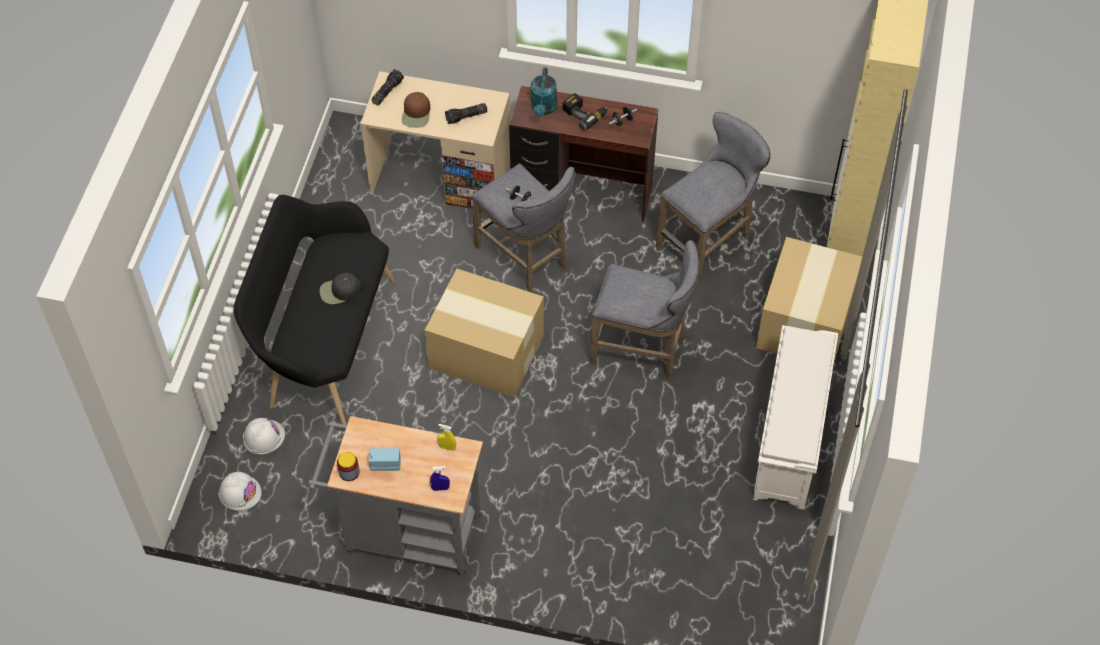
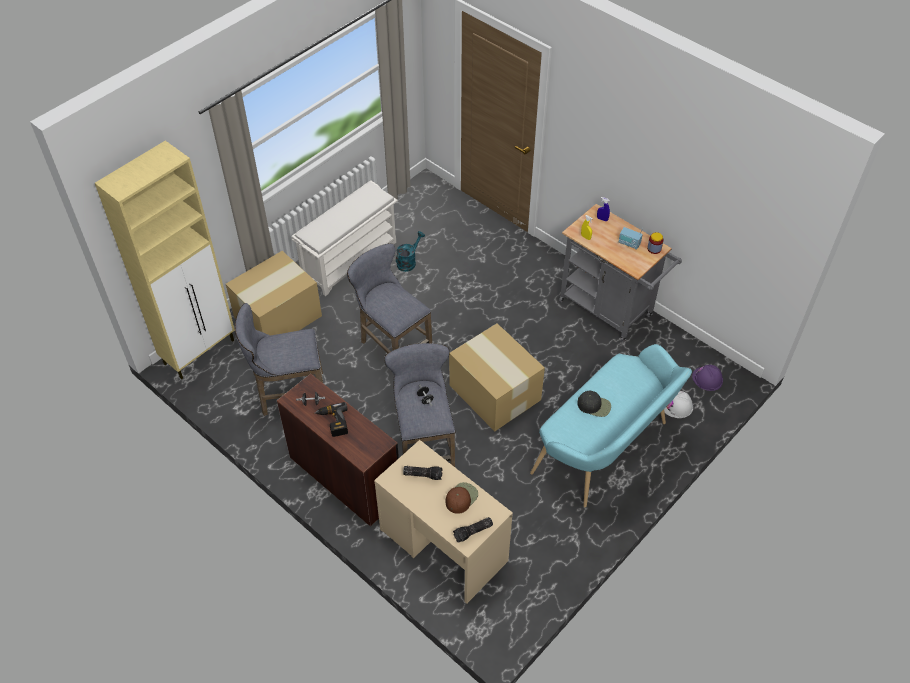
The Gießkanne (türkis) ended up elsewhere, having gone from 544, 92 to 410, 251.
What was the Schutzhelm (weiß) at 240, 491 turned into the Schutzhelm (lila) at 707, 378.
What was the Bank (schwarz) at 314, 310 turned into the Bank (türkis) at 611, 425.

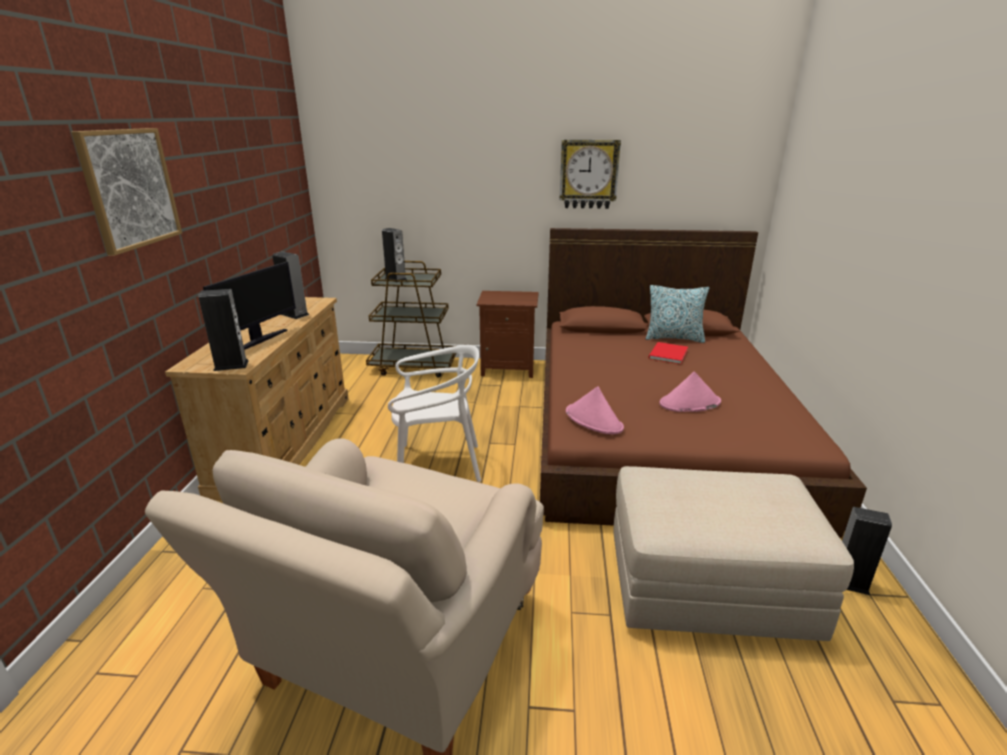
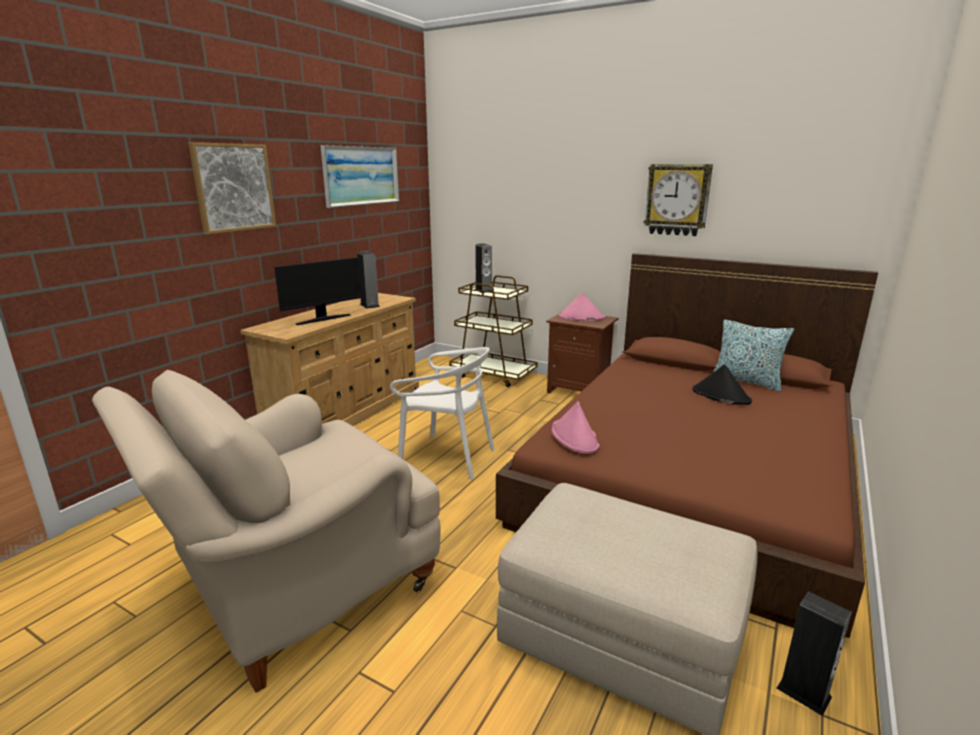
The second view lost the Lautsprecher at 223, 330.
The second view gained the Bild at 359, 176.
The Hut (rosa) ended up elsewhere, having gone from 690, 391 to 582, 306.
Where the Buch (rot) stood at 668, 353, the Hut (schwarz) came to stand at 722, 384.

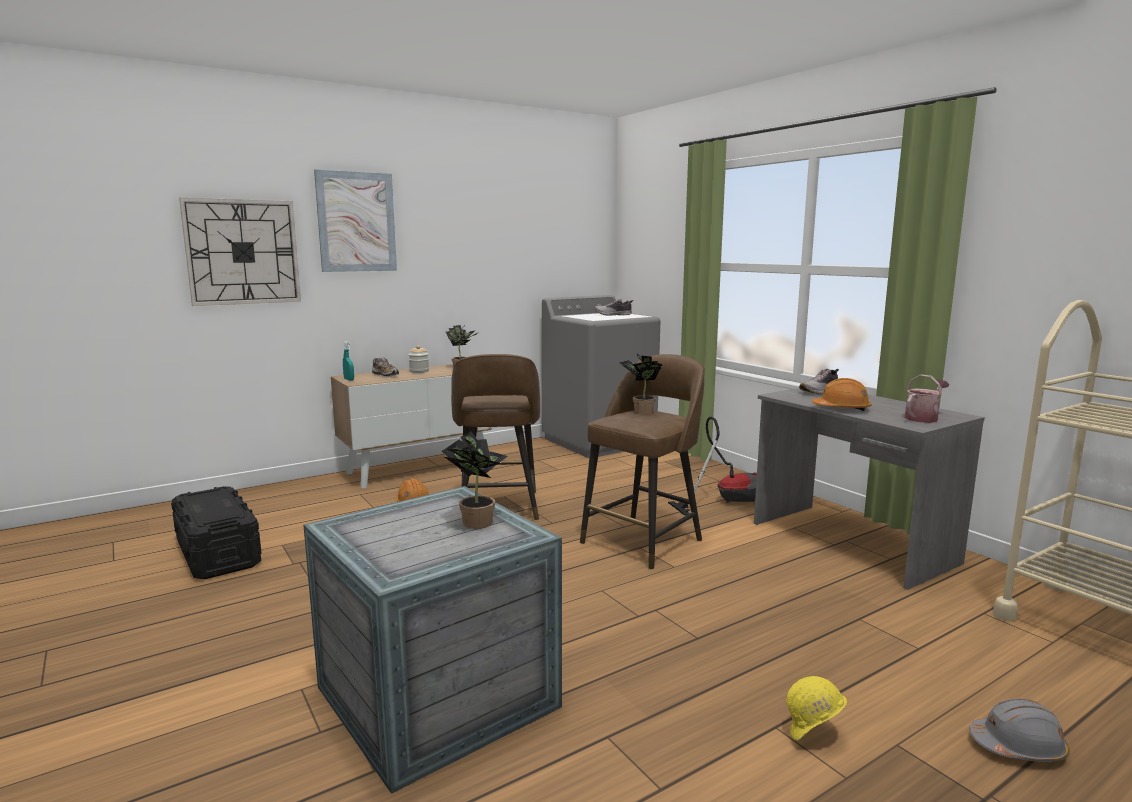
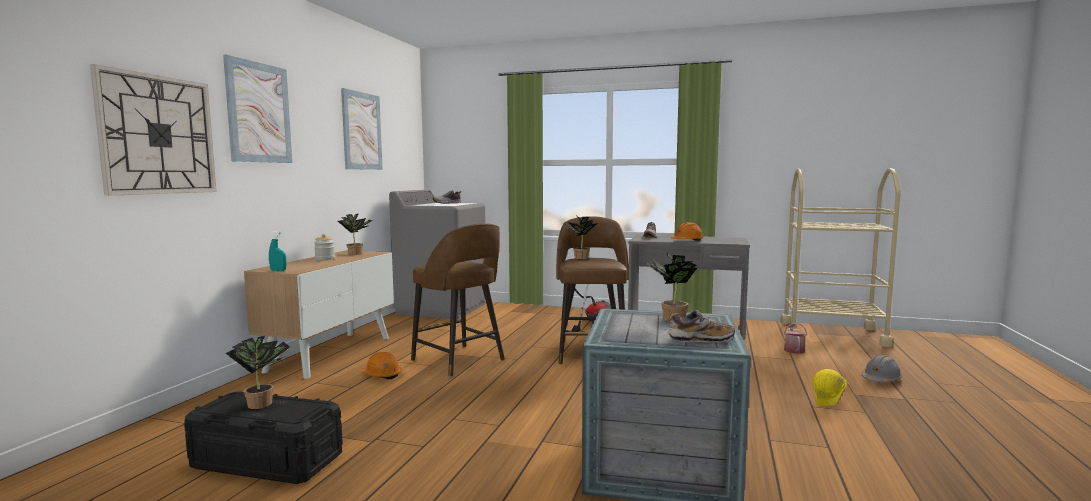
The second view gained the Topfpflanze at 258, 372.
The second view gained the Bild at 362, 129.
The Schuh ended up elsewhere, having gone from 385, 367 to 701, 326.
The Gießkanne ended up elsewhere, having gone from 926, 398 to 795, 338.

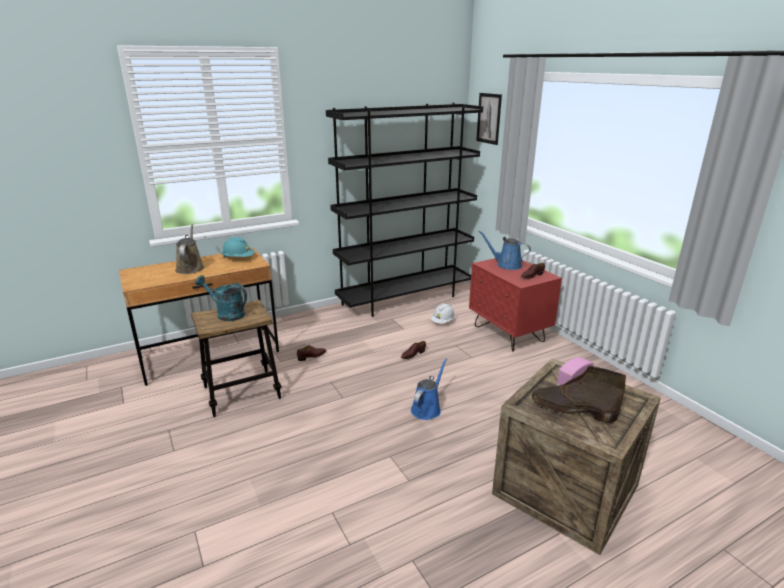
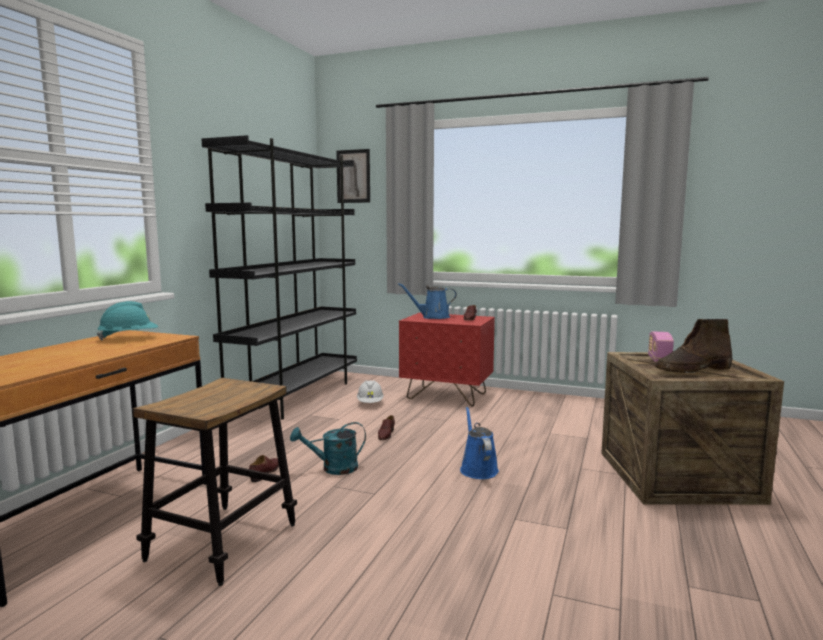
The second view lost the Gießkanne (braun) at 190, 249.
The Gießkanne (türkis) ended up elsewhere, having gone from 221, 298 to 328, 448.

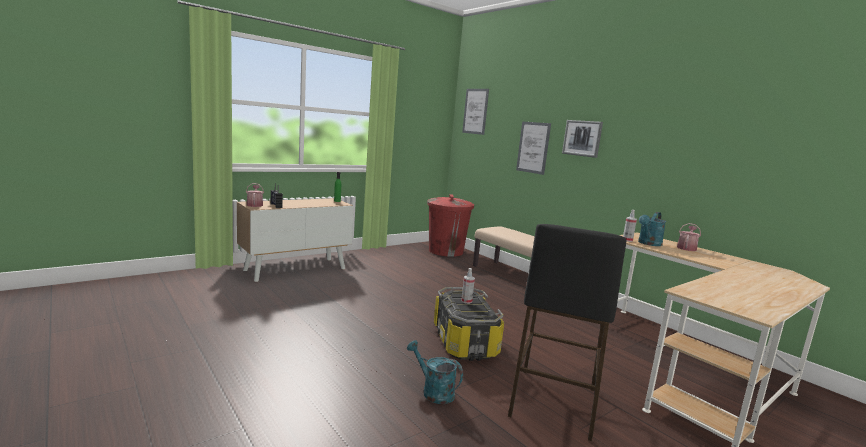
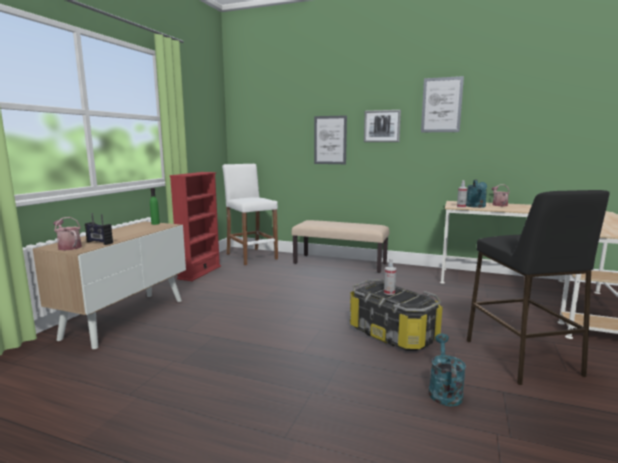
The second view gained the Bücherregal (rot) at 195, 226.
The Bild ended up elsewhere, having gone from 475, 112 to 442, 104.
Where the Mülleimer (rot) stood at 450, 225, the Hocker (weiß) came to stand at 250, 214.
The Gießkanne (türkis) at 435, 372 ended up facing another way, 90 degrees clockwise from before.

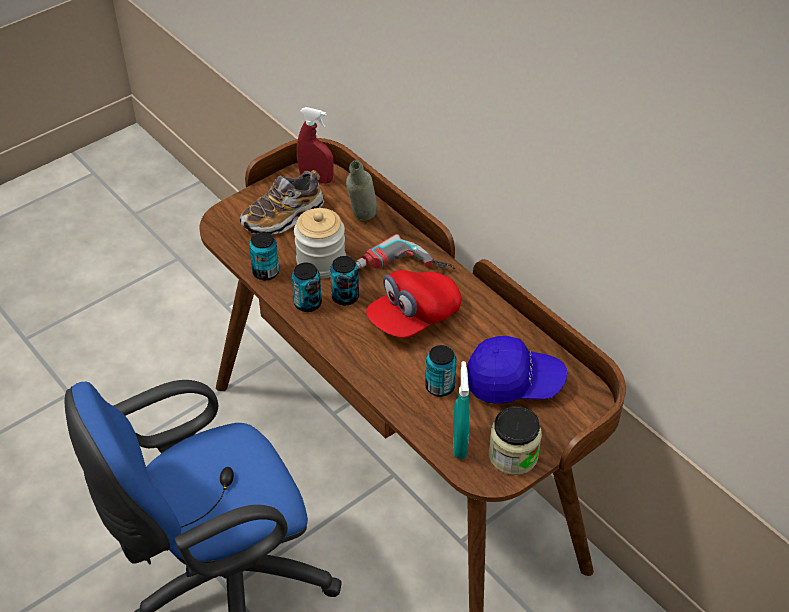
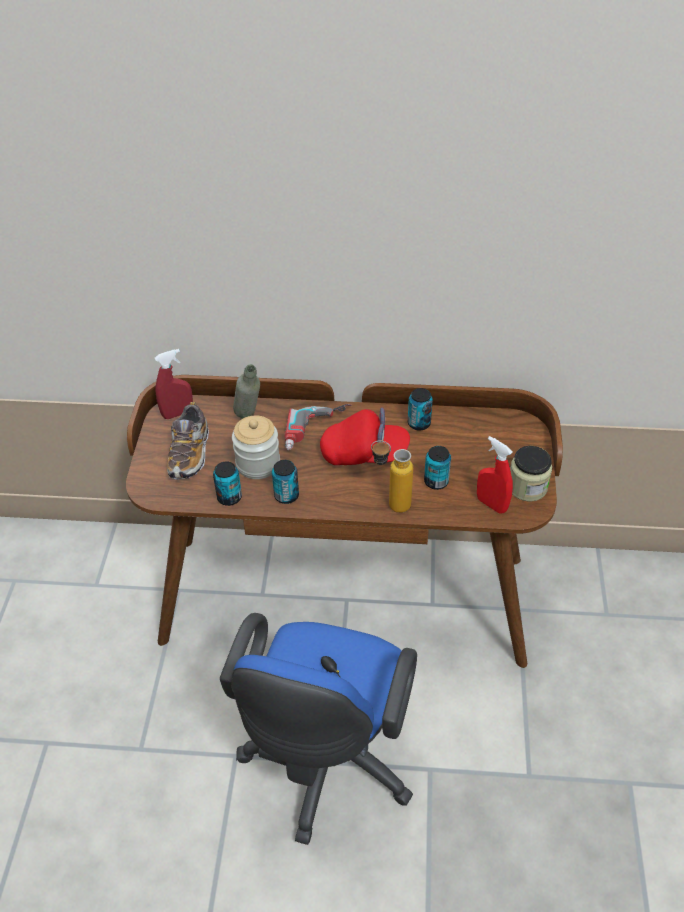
The second view lost the Kappe (blau) at 517, 370.
The second view gained the Flasche at 392, 476.
The Dose ended up elsewhere, having gone from 344, 280 to 420, 409.
What was the Sprühflasche (türkis) at 461, 410 turned into the Sprühflasche (rot) at 495, 475.
The Kappe (rot) at 413, 304 ended up facing another way, 90 degrees counterclockwise from before.

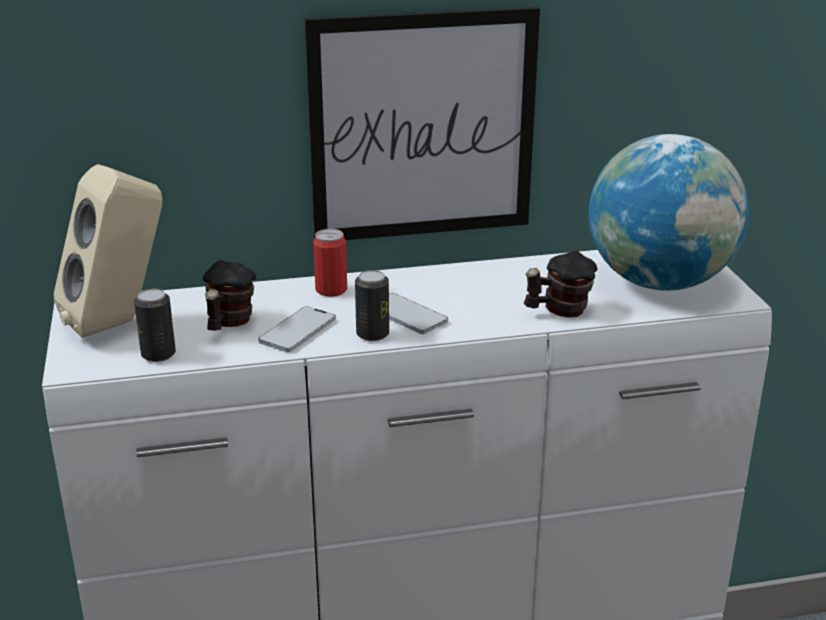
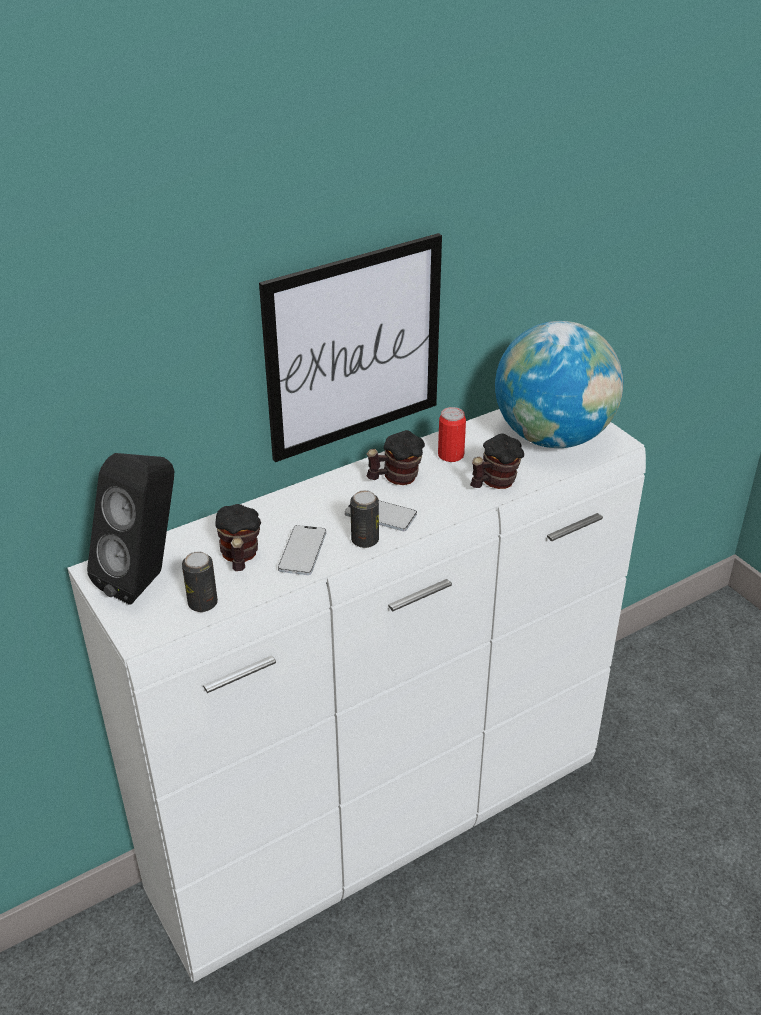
The second view gained the Henkelbecher at 395, 457.
The Dose ended up elsewhere, having gone from 330, 263 to 452, 434.
What was the Lautsprecher (beige) at 108, 251 turned into the Lautsprecher (schwarz) at 130, 529.

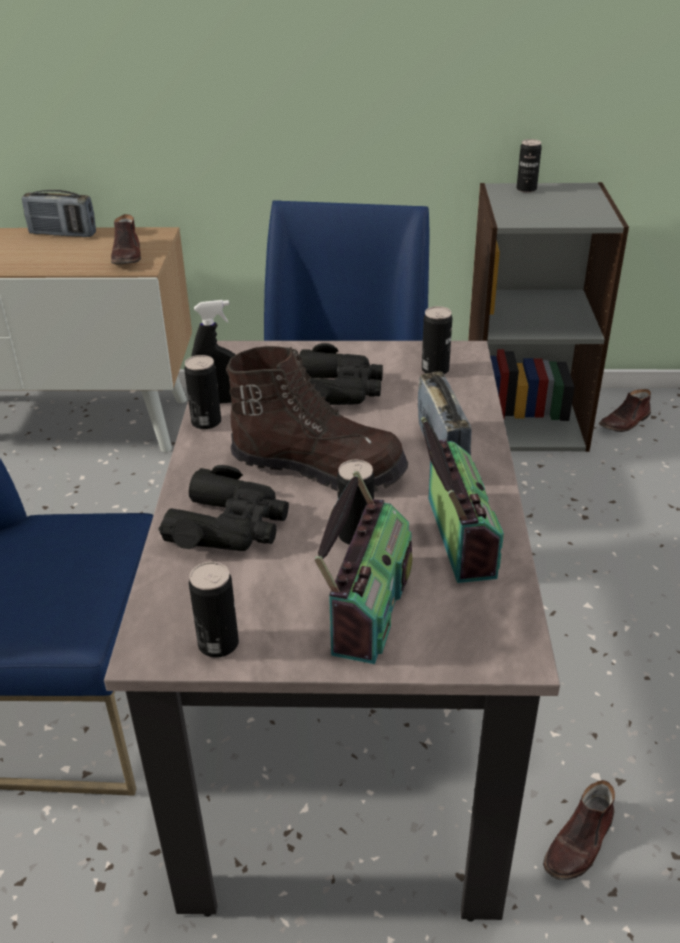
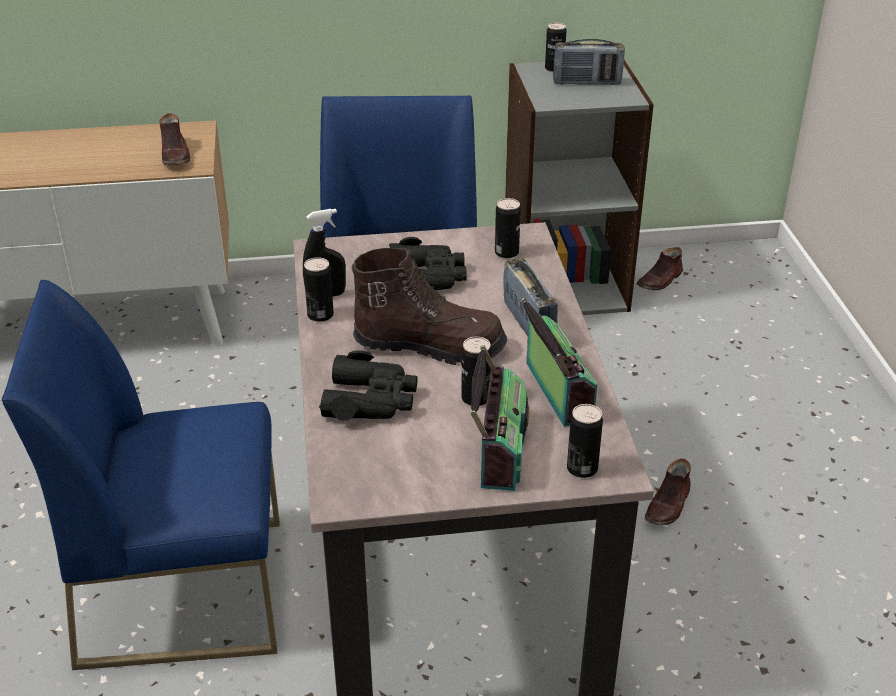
The Radio ended up elsewhere, having gone from 59, 213 to 589, 62.
The Dose ended up elsewhere, having gone from 214, 610 to 585, 441.
The Schuh (braun) ended up elsewhere, having gone from 579, 830 to 668, 492.

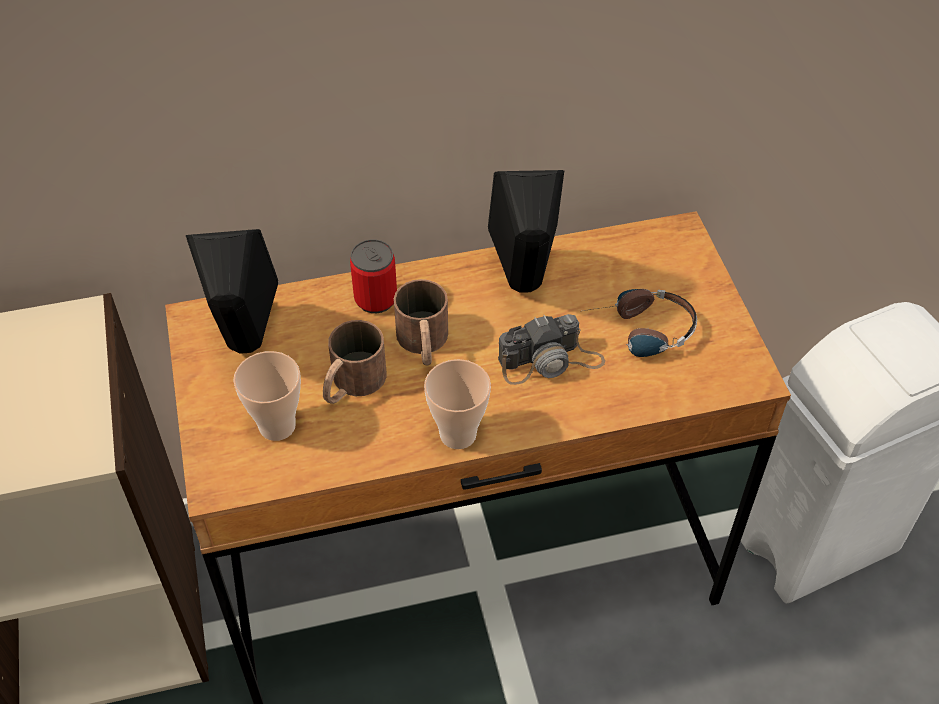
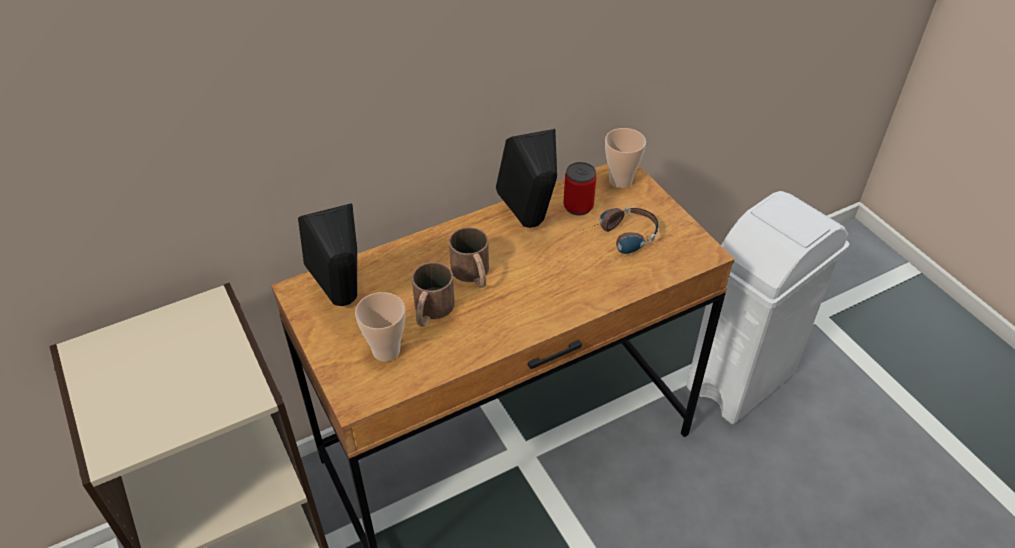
The second view lost the Kamera at 551, 349.
The Dose ended up elsewhere, having gone from 373, 276 to 579, 188.
The Tasse ended up elsewhere, having gone from 457, 404 to 625, 158.

